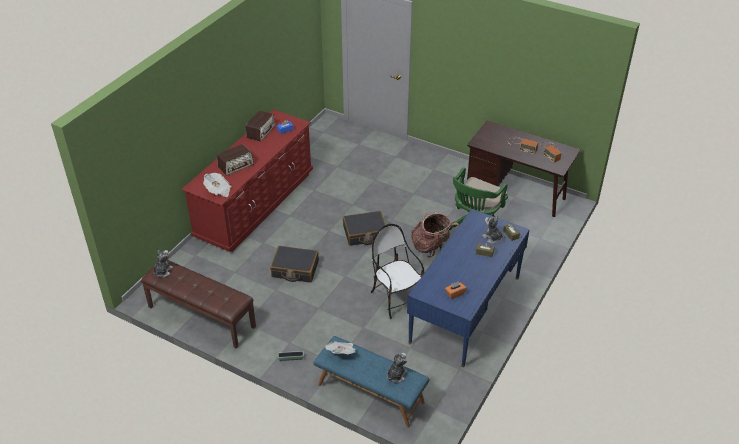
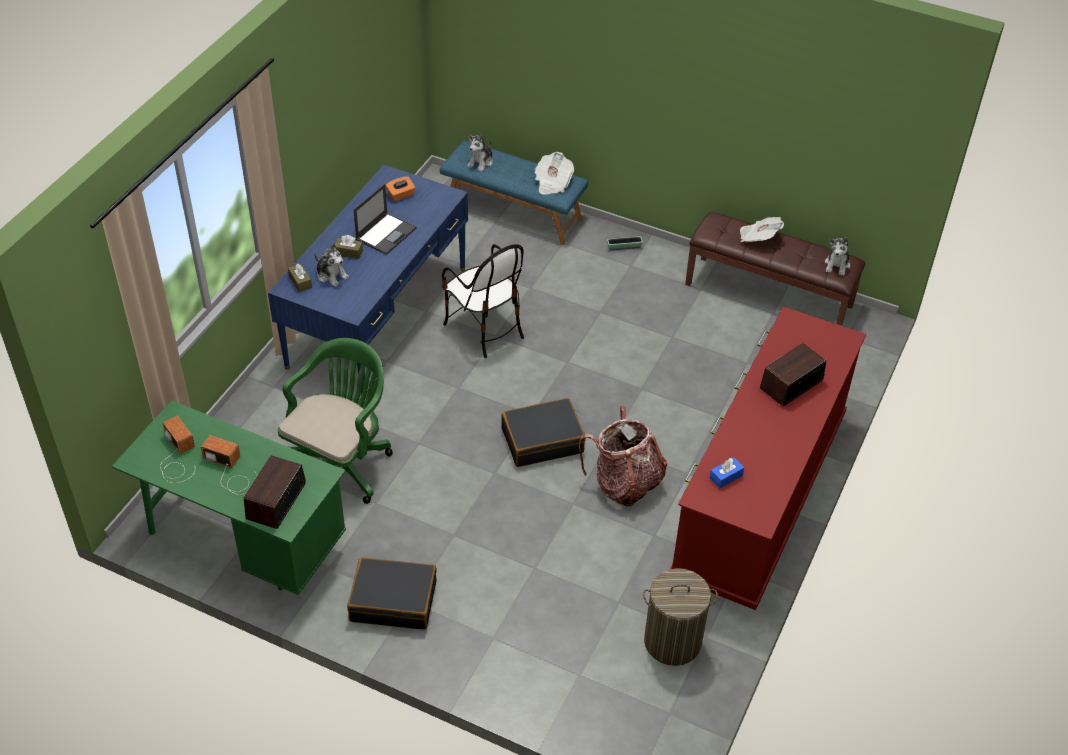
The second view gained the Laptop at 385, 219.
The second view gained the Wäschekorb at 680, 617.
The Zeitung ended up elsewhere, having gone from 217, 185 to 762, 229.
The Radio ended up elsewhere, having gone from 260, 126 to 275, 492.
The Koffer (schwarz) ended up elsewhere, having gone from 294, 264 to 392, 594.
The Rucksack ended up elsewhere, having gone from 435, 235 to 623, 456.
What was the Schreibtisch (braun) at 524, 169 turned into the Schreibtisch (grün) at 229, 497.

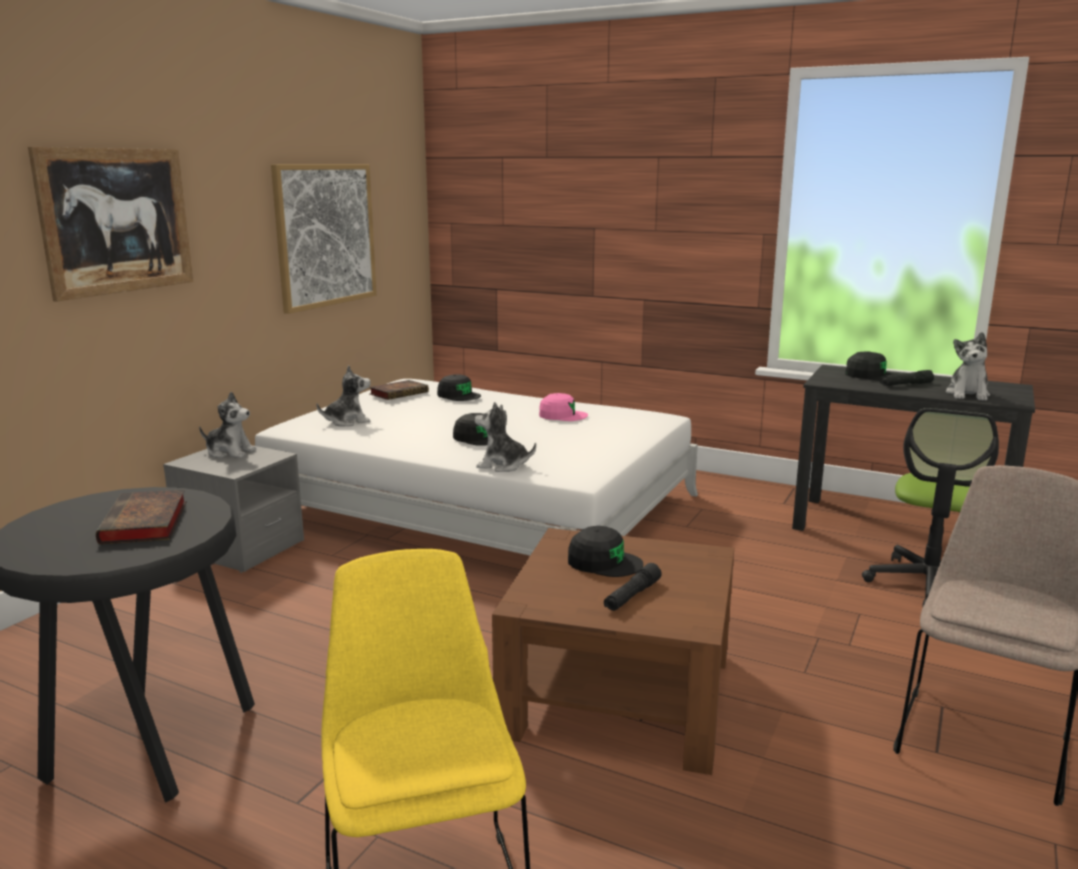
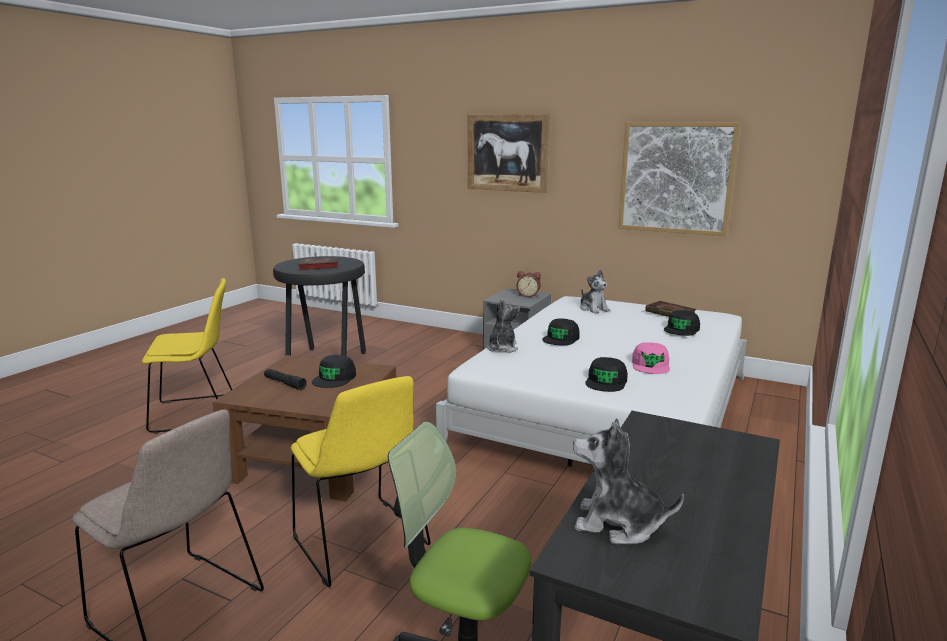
The second view lost the Taschenlampe (schwarz) at 907, 378.
The second view gained the Stuhl (gelb) at 361, 481.
The Kappe (schwarz) ended up elsewhere, having gone from 872, 366 to 606, 374.
Where the Plüschtier stood at 228, 425, the Wecker came to stand at 529, 284.

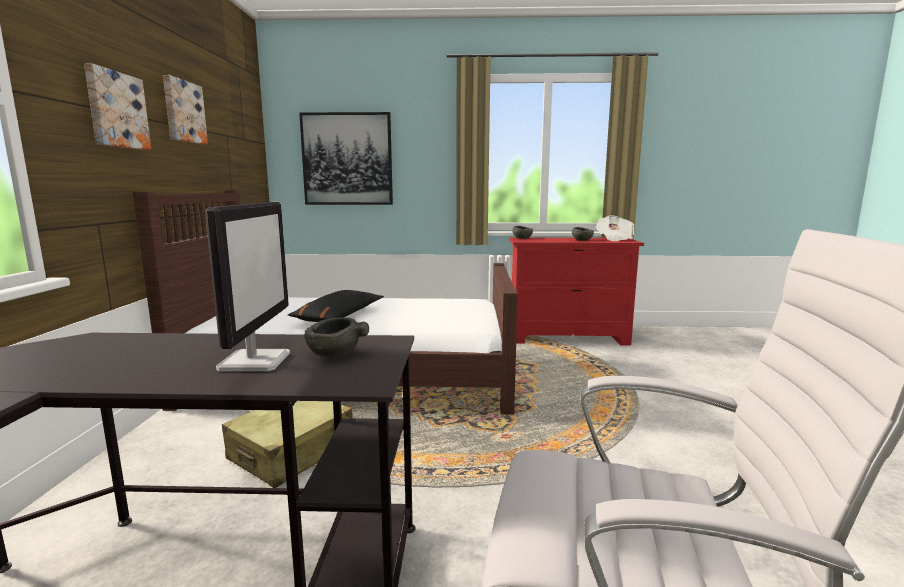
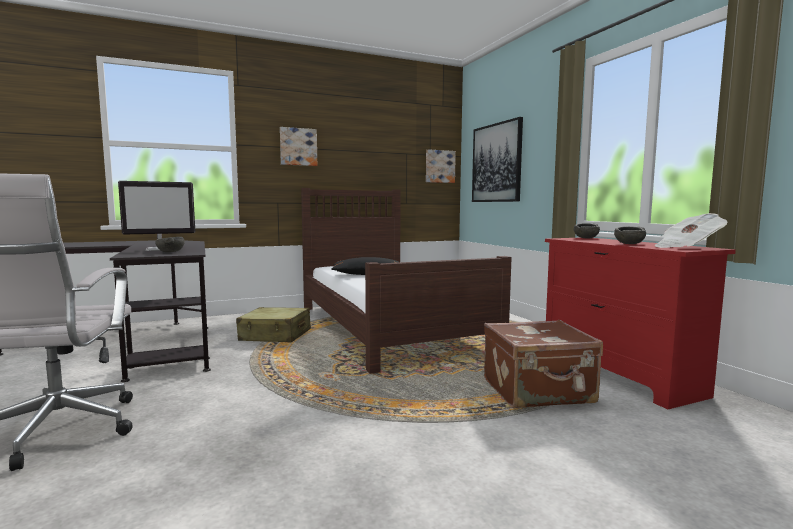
The second view gained the Koffer (braun) at 543, 364.
The Bild ended up elsewhere, having gone from 185, 109 to 441, 166.

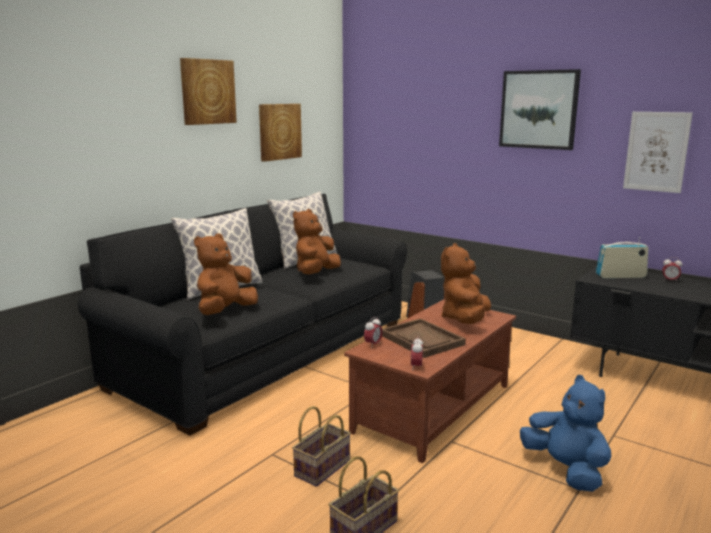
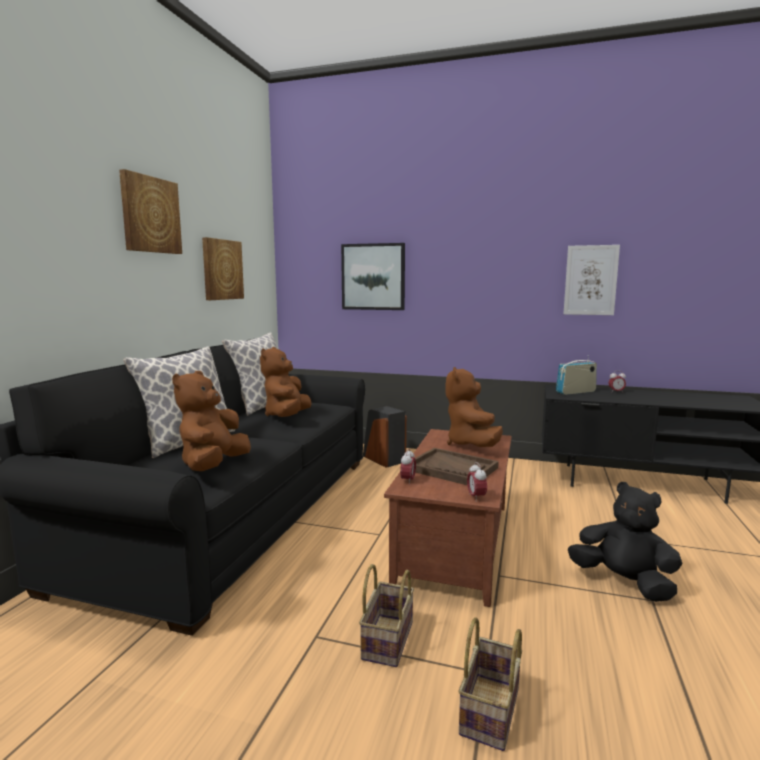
The Bild ended up elsewhere, having gone from 540, 109 to 373, 276.
What was the Plüschtier (blau) at 565, 433 turned into the Plüschtier (schwarz) at 625, 542.

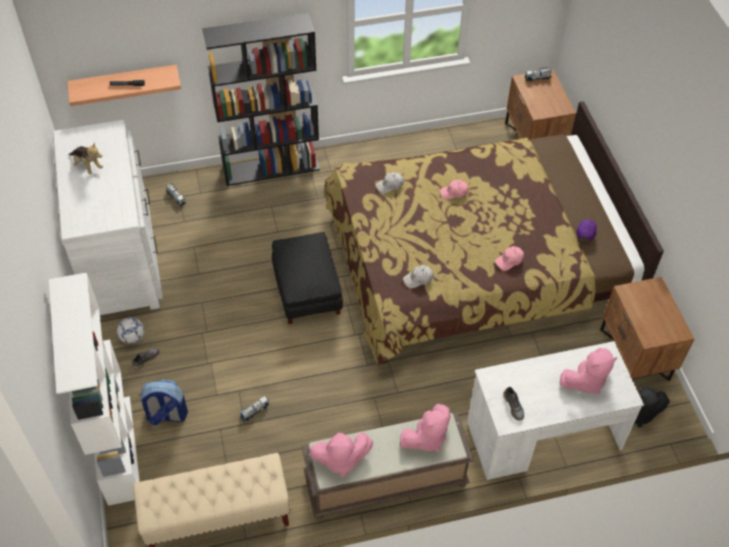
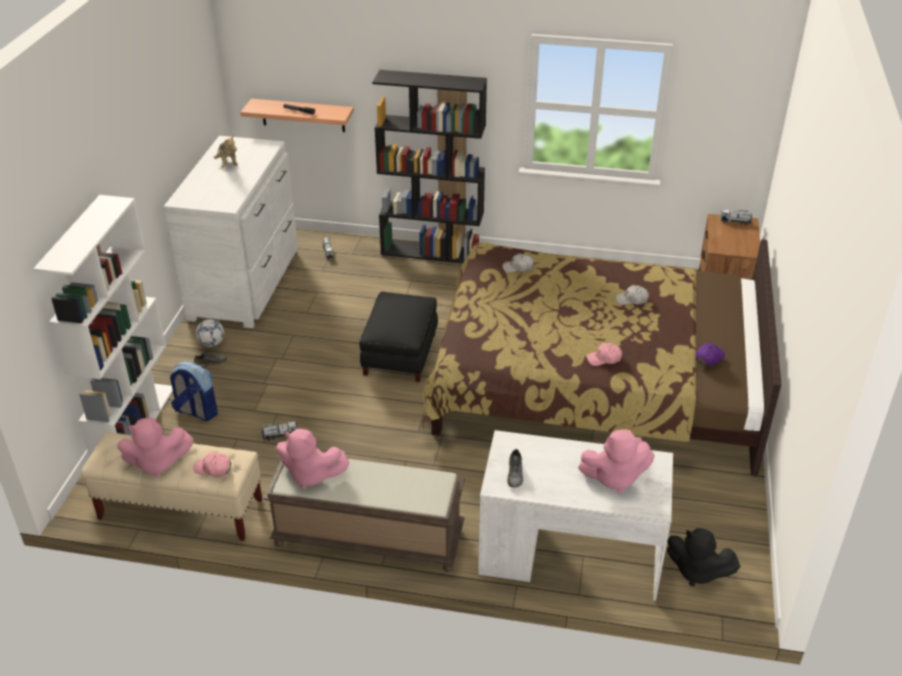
The second view lost the Nachttisch (braun) at 647, 329.
The Plüschtier (rosa) ended up elsewhere, having gone from 425, 428 to 155, 448.
The Kappe (weiß) ended up elsewhere, having gone from 418, 277 to 632, 295.
The Kappe (rosa) ended up elsewhere, having gone from 454, 190 to 212, 464.

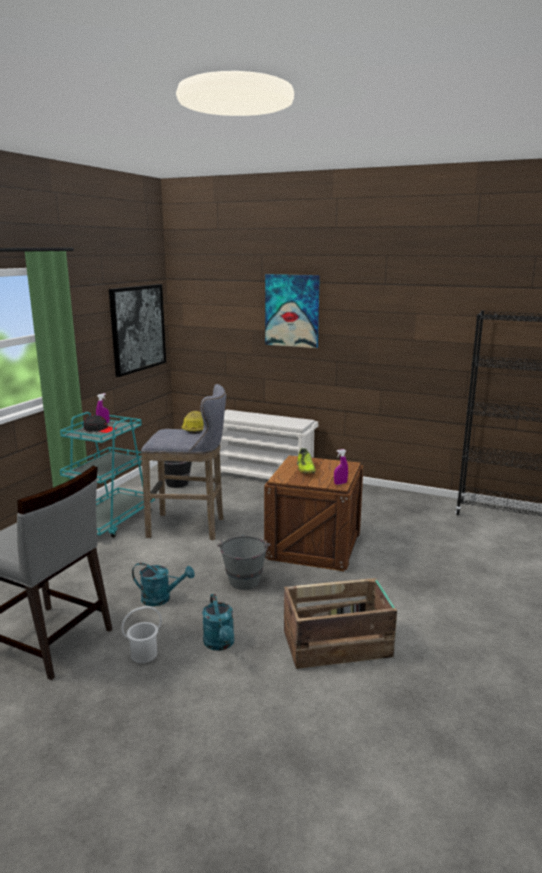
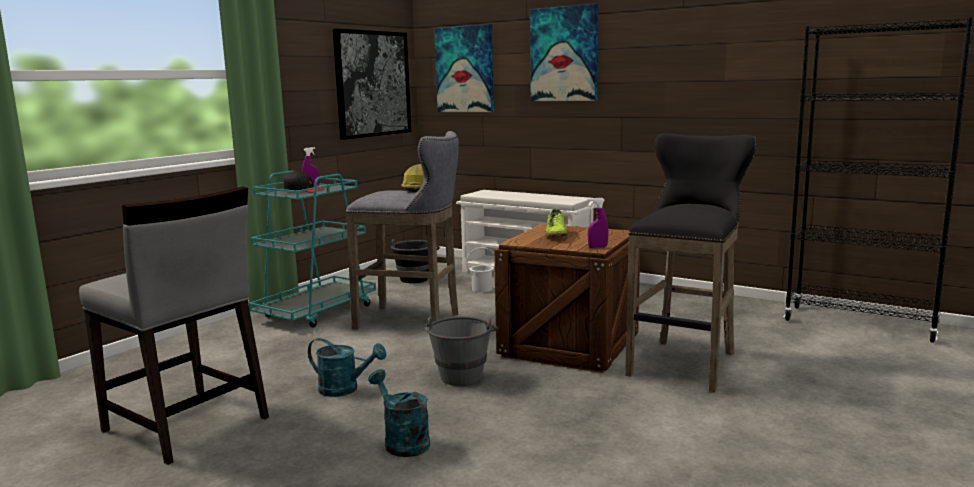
The second view lost the Kiste at 340, 623.
The second view gained the Bild at 464, 68.
The second view gained the Hocker (schwarz) at 690, 262.
The Eimer (weiß) ended up elsewhere, having gone from 142, 634 to 480, 270.
The Gießkanne (türkis) at 218, 622 ended up facing another way, 150 degrees clockwise from before.

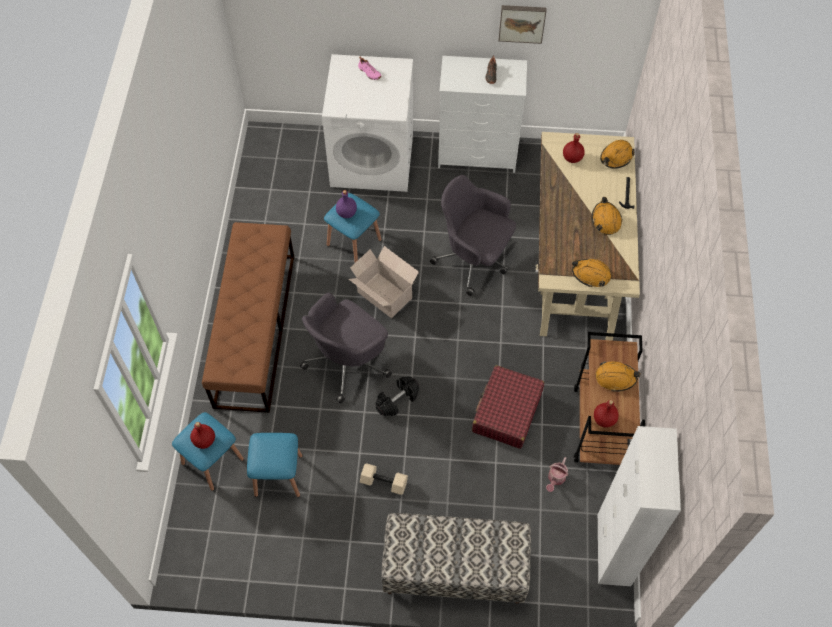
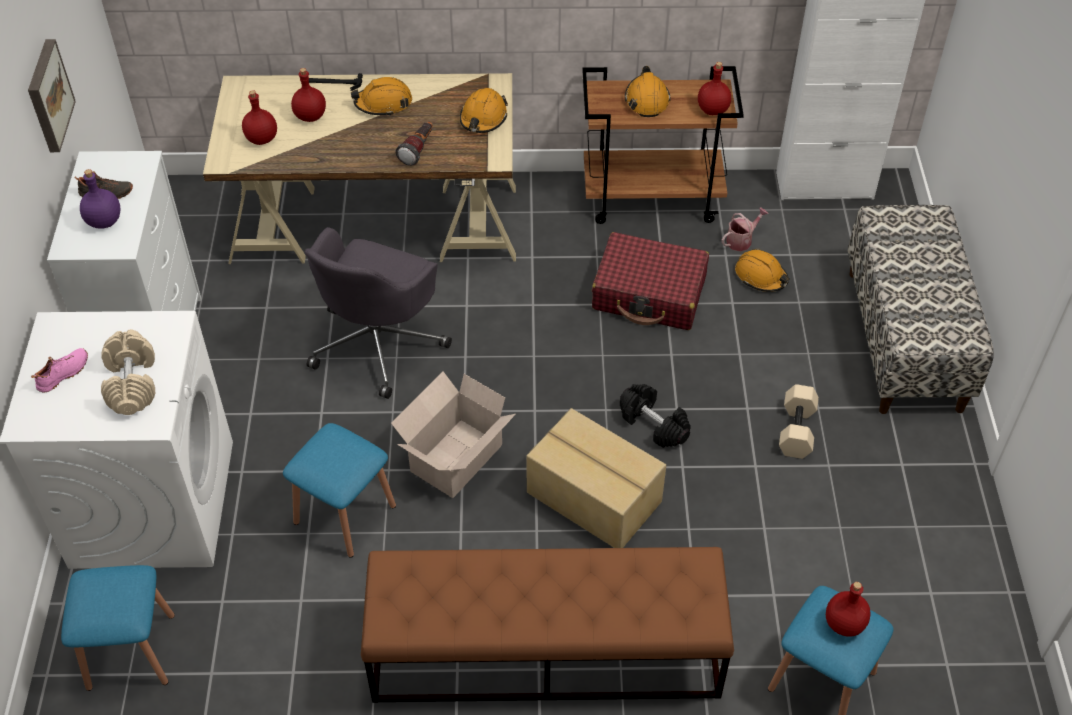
The second view gained the Hantel (beige) at 128, 372.
The second view gained the Flasche (rot) at 308, 95.
The second view gained the Taschenlampe at 414, 143.
The Hocker (blau) ended up elsewhere, having gone from 275, 465 to 118, 628.
The Flasche (lila) ended up elsewhere, having gone from 346, 204 to 100, 199.
The Schutzhelm (orange) ended up elsewhere, having gone from 617, 154 to 762, 270.
Where the Bürostuhl (grau) stood at 346, 348, the Karton came to stand at 596, 478.
The Gießkanne at 557, 474 ended up facing another way, 60 degrees counterclockwise from before.

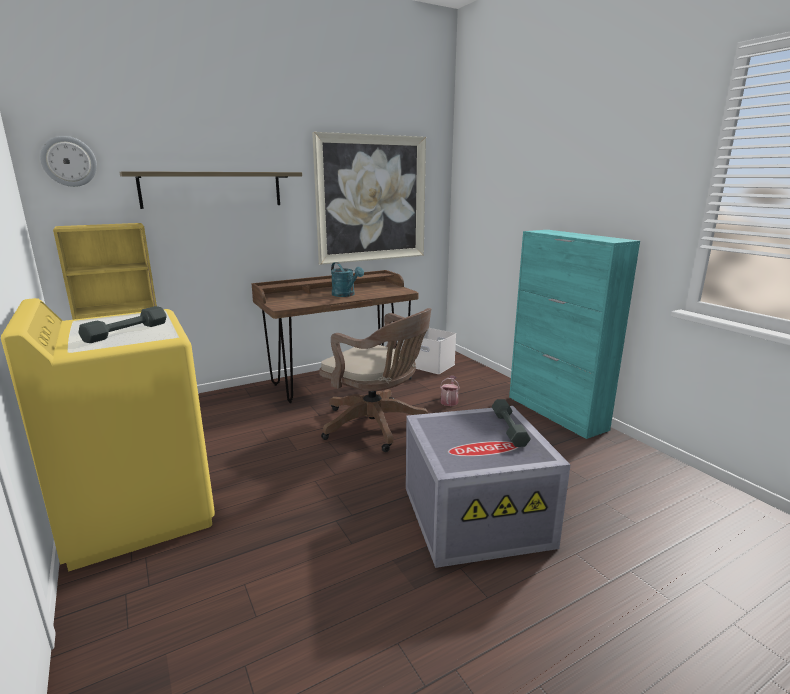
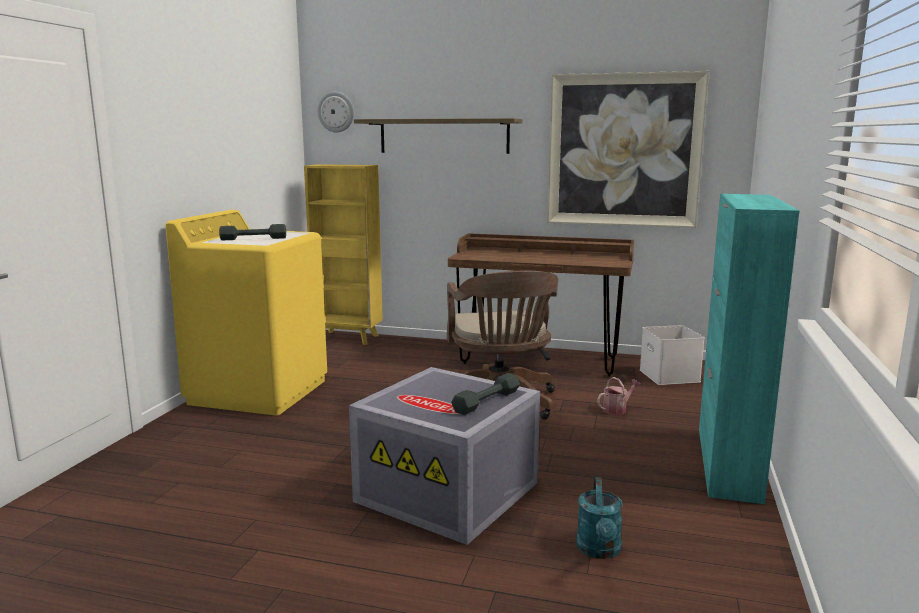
The Gießkanne (türkis) ended up elsewhere, having gone from 347, 279 to 599, 518.

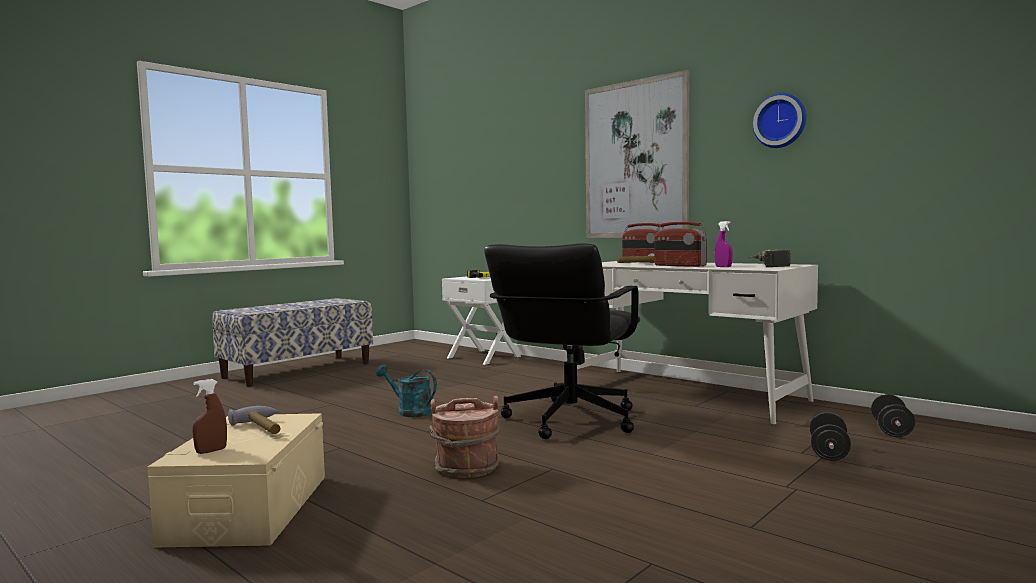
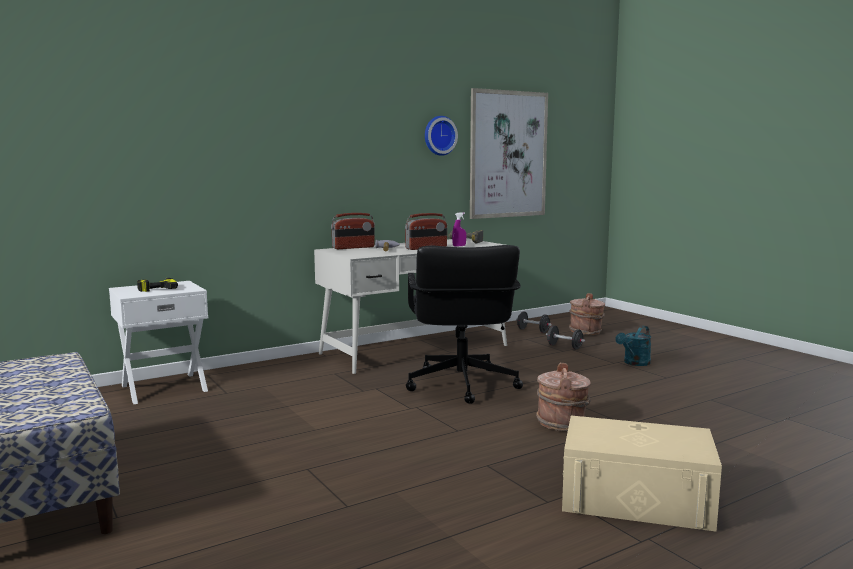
The second view lost the Sprühflasche (braun) at 209, 416.
The second view lost the Hammer at 254, 420.
The second view gained the Eimer (braun) at 587, 314.
The Gießkanne (türkis) ended up elsewhere, having gone from 406, 390 to 633, 346.
The Bild ended up elsewhere, having gone from 637, 154 to 509, 153.
The Bürostuhl (schwarz) at 562, 341 ended up facing another way, 45 degrees clockwise from before.

